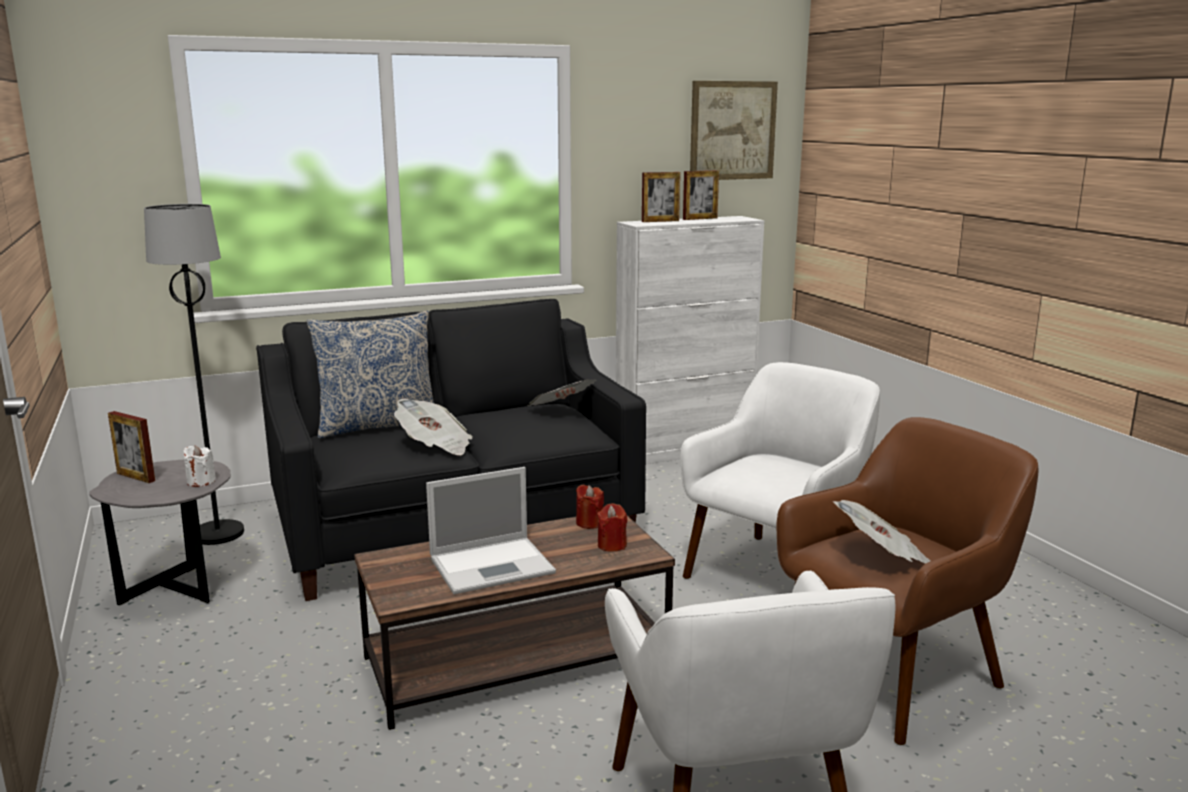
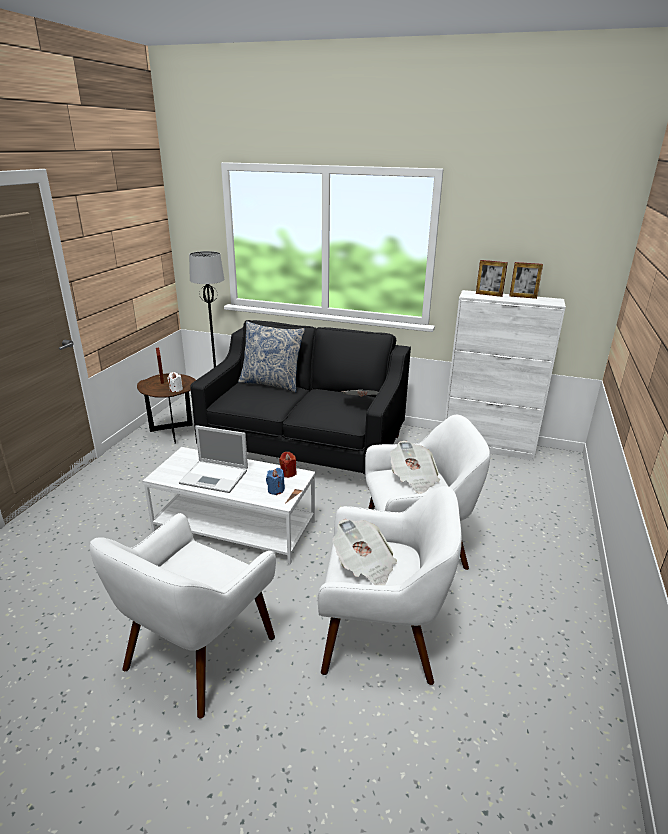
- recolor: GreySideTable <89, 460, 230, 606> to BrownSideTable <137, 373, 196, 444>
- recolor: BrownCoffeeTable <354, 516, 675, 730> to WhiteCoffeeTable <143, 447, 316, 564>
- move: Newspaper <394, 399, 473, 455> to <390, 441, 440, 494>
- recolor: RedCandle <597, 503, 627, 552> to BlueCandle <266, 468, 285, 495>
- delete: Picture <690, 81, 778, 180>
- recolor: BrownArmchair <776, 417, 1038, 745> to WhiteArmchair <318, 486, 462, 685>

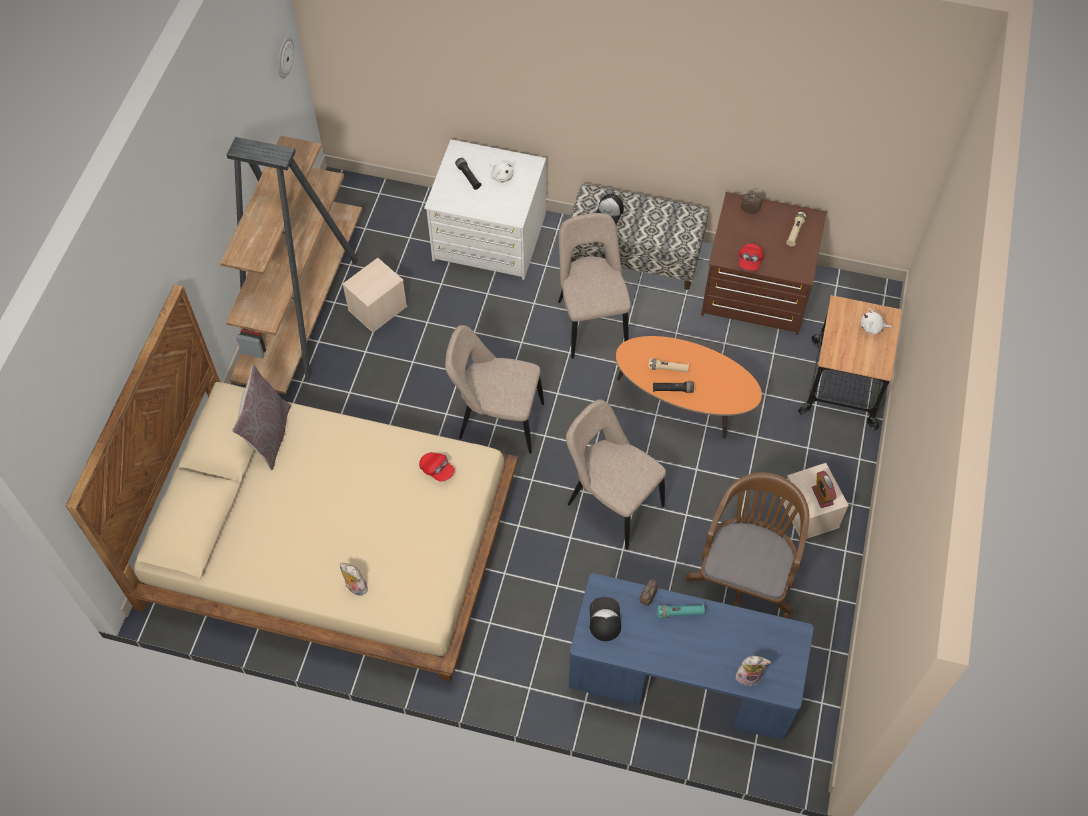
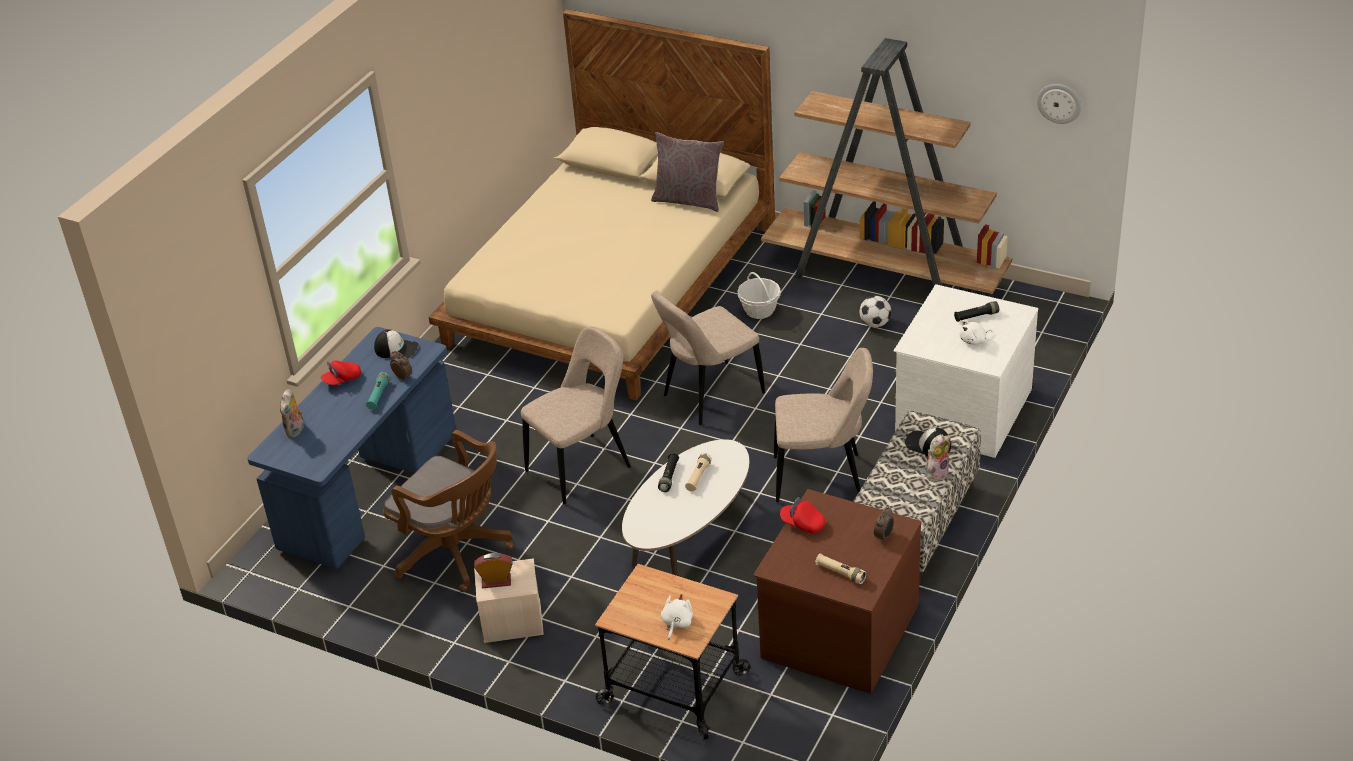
- move: PlushToy <340, 563, 368, 596> to <926, 434, 951, 482>
- replace: BeigeStorageBox <342, 258, 407, 333> to Football <859, 296, 891, 327>
- move: RedCap <419, 452, 455, 482> to <321, 360, 361, 385>
- rotate: BeigeChair <445, 325, 544, 454> = <651, 290, 765, 425> 150 degrees counterclockwise
- recolor: OrangeCoffeeTable <616, 336, 762, 439> to WhiteCoffeeTable <622, 439, 749, 576>
- insert: Basket <737, 272, 781, 319>

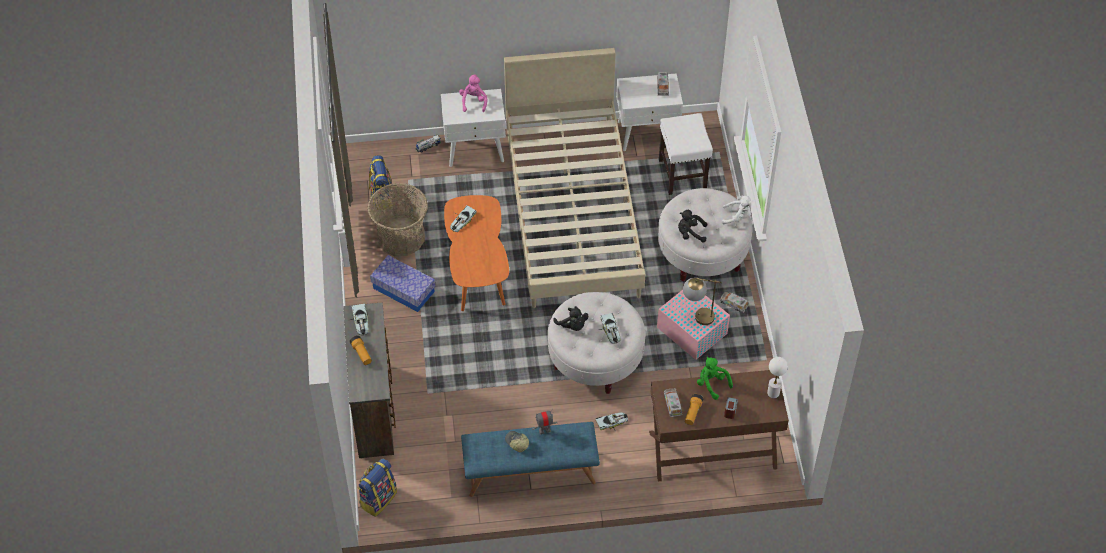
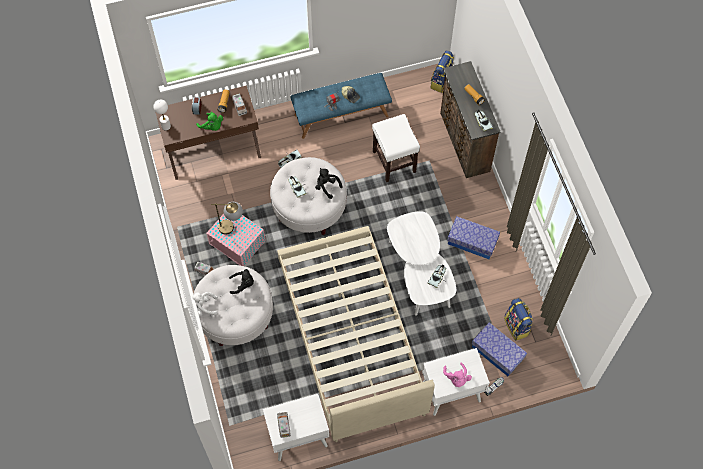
- delete: Basket <367, 183, 428, 257>
- recolor: OrangeCoffeeTable <444, 195, 509, 311> to WhiteCoffeeTable <387, 211, 456, 316>
- move: WhiteStool <659, 113, 713, 195> to <372, 114, 420, 182>
- insert: StorageBox <472, 323, 527, 376>

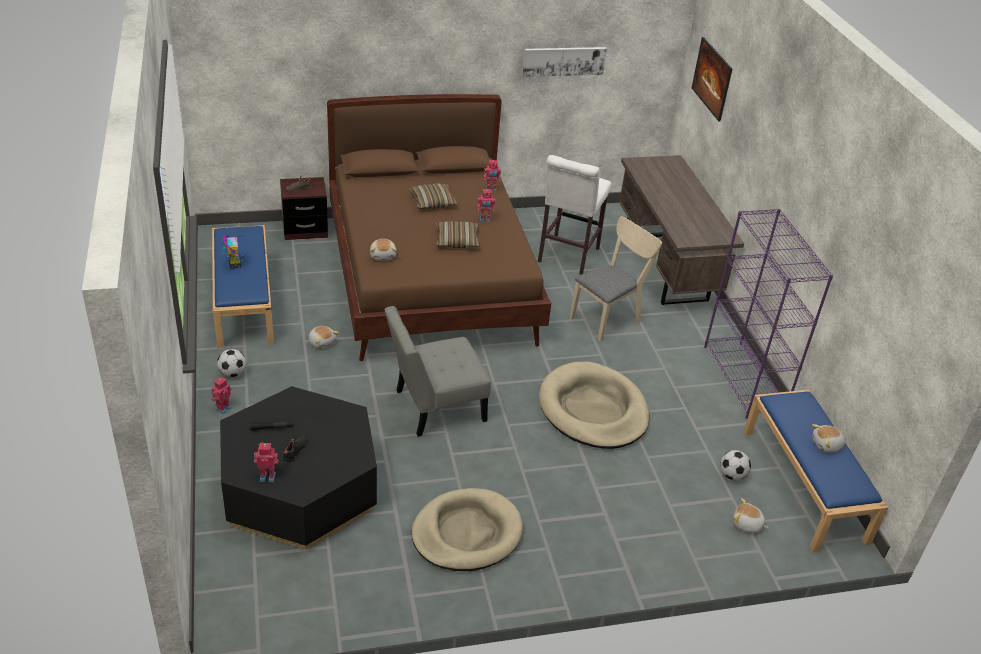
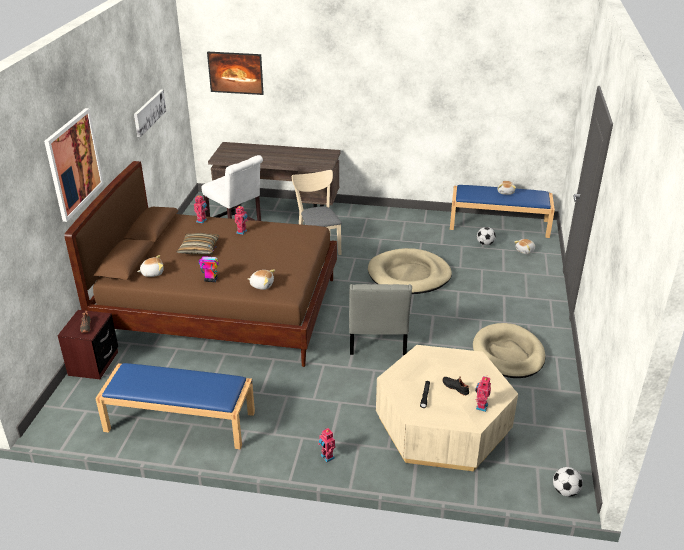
- move: Football <217, 349, 246, 377> to <553, 467, 583, 497>
- recolor: BlackCoffeeTable <220, 386, 377, 549> to BeigeCoffeeTable <376, 345, 518, 471>
- move: ToyRobot <221, 231, 245, 269> to <199, 245, 219, 282>
- move: PlushToy <309, 326, 339, 349> to <137, 255, 164, 277>
- delete: Pillow <436, 221, 480, 248>
- delete: PurpleBookcase <704, 209, 833, 419>
- insert: Picture <44, 108, 104, 222>

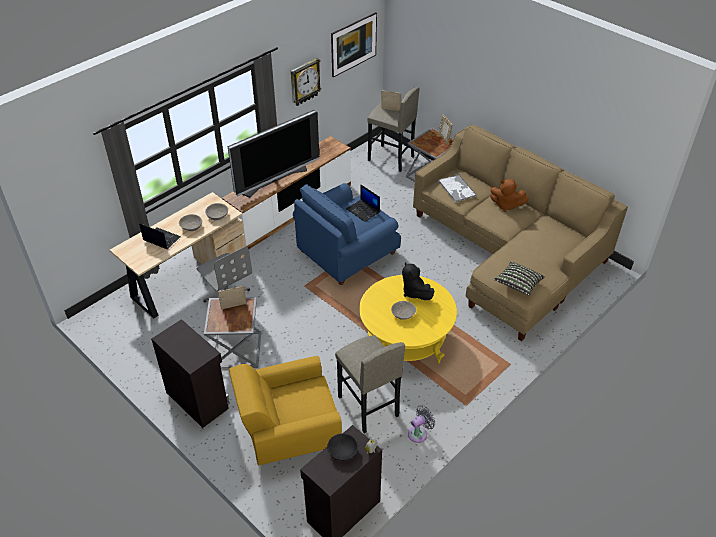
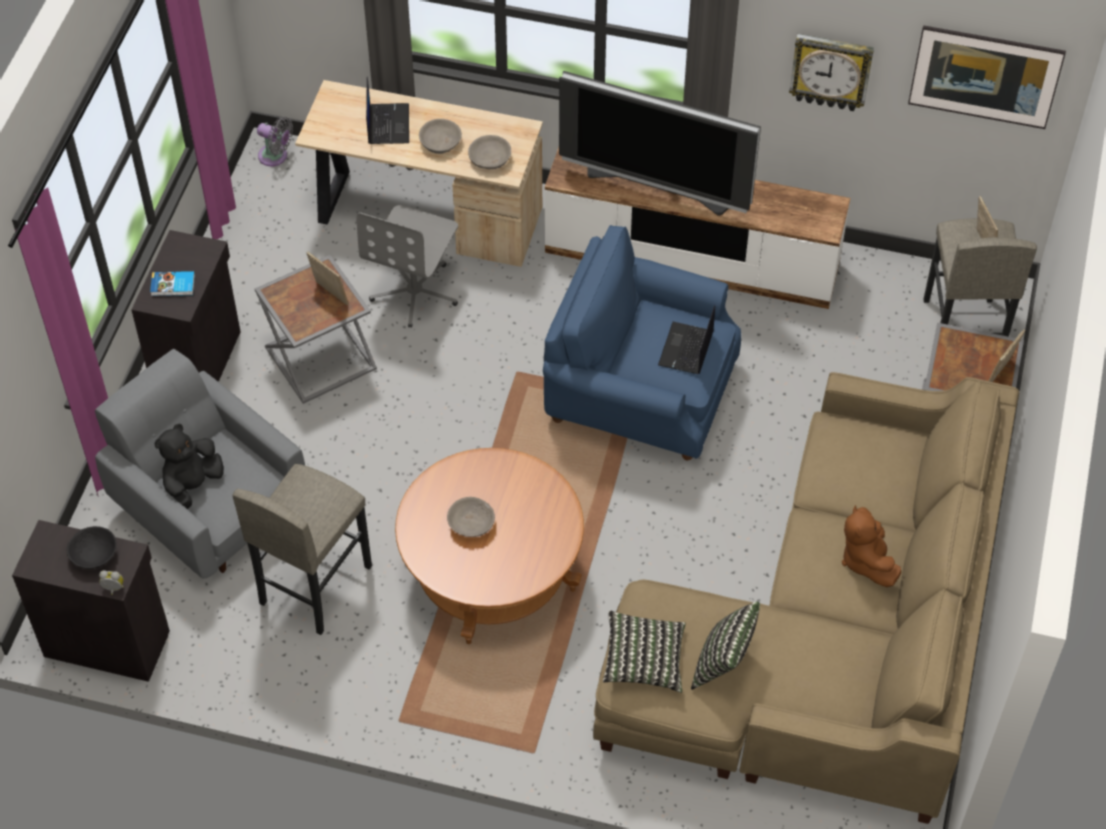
- recolor: YellowArmchair <229, 356, 342, 465> to GreyArmchair <95, 349, 305, 579>
- recolor: YellowCoffeeTable <359, 275, 457, 363> to BrownCoffeeTable <395, 448, 584, 644>
- move: BlackPlushToy <402, 262, 434, 300> to <154, 424, 224, 509>
- move: GreyFan <408, 405, 435, 443> to <257, 117, 293, 166>
- delete: Tray <438, 174, 477, 202>
- insert: Book <150, 271, 195, 296>
- insert: Pillow <691, 602, 760, 690>

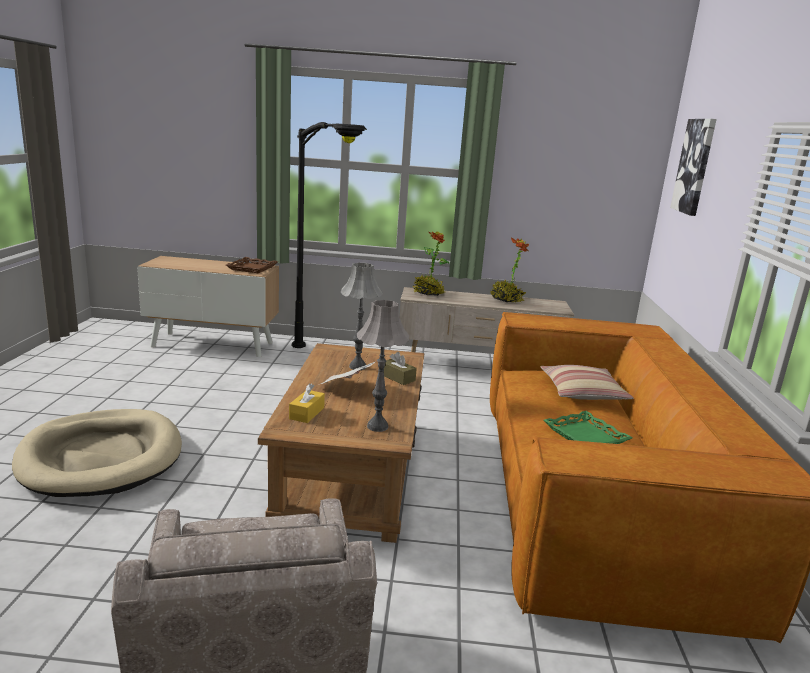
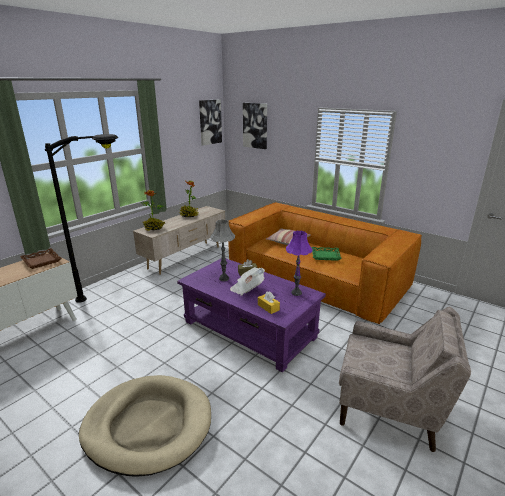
- recolor: BrownCoffeeTable <258, 343, 424, 543> to PurpleCoffeeTable <177, 259, 326, 372>
- recolor: GreyTableLamp <357, 300, 409, 432> to PurpleTableLamp <286, 231, 313, 296>
- insert: Picture <199, 99, 222, 146>

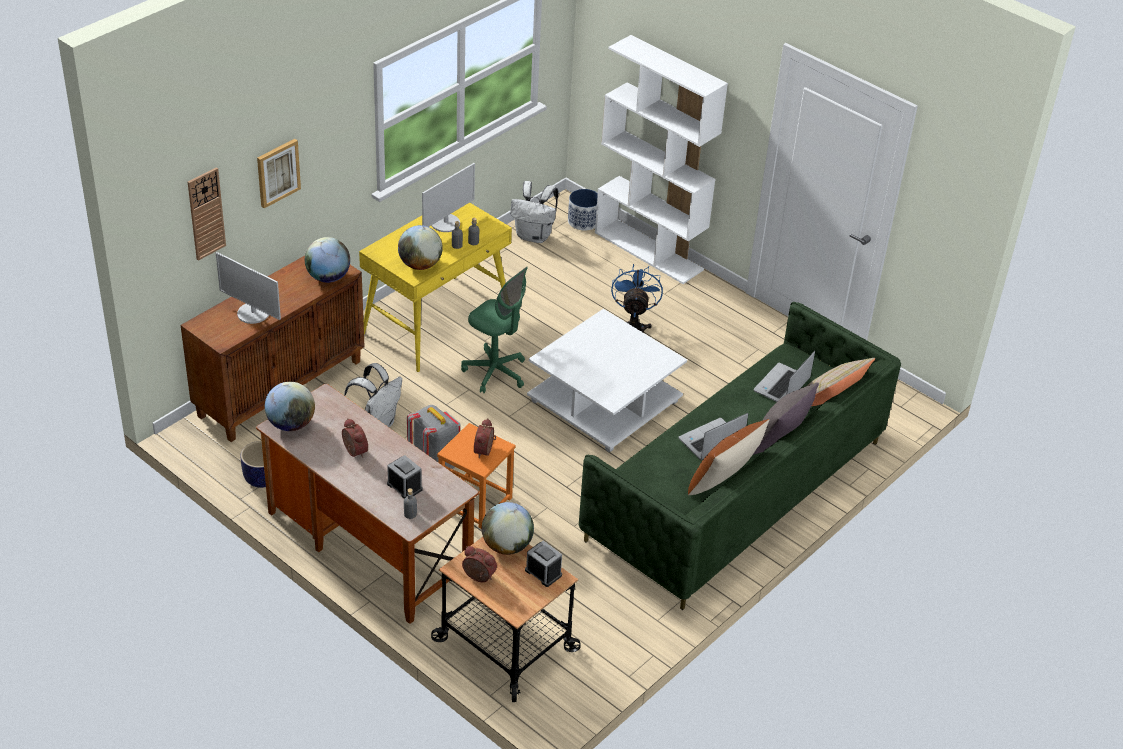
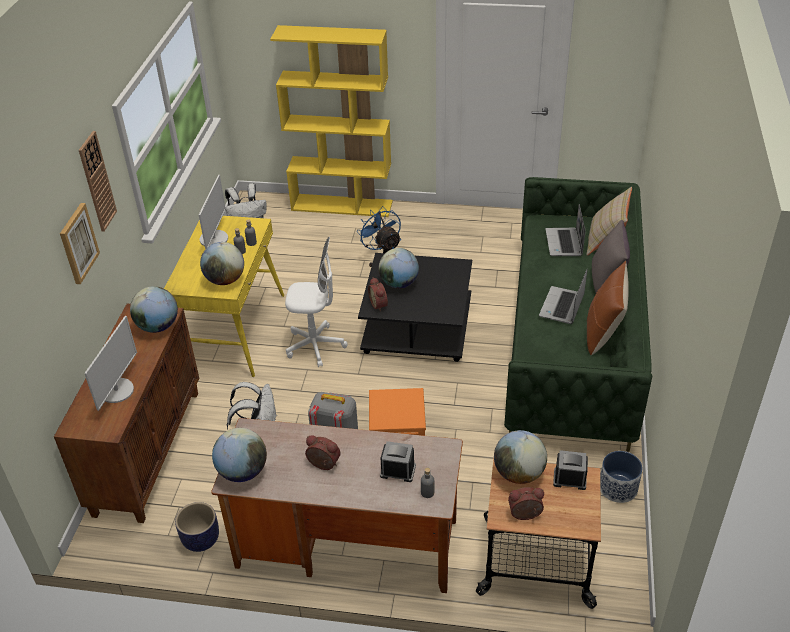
- move: WallClock <188, 167, 226, 261> to <79, 131, 117, 232>
- rotate: Monitor <216, 252, 281, 324> = <84, 316, 137, 411> 75 degrees counterclockwise
- recolor: GreenOfficeChair <461, 267, 528, 393> to WhiteOfficeChair <285, 237, 348, 367>
- move: AlarmClock <474, 418, 496, 458> to <368, 277, 388, 312>
- recolor: WhiteCoffeeTable <527, 309, 687, 452> to BlackCoffeeTable <358, 253, 472, 362>
- move: Planter <568, 189, 598, 231> to <600, 451, 643, 503>
- recolor: WhiteBookcase <595, 35, 728, 284> to YellowBookcase <270, 25, 393, 217>
- insert: Globe <379, 248, 419, 288>

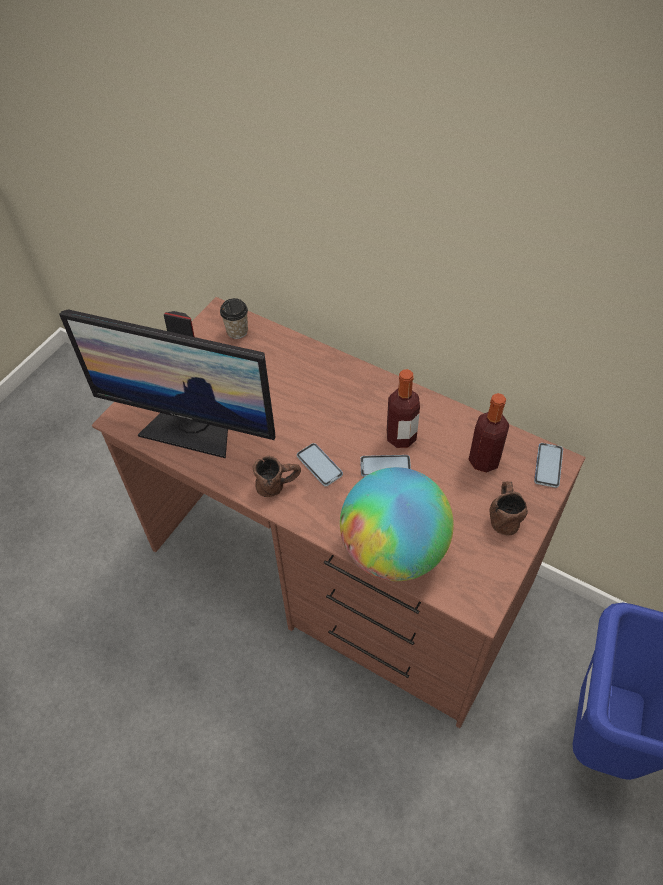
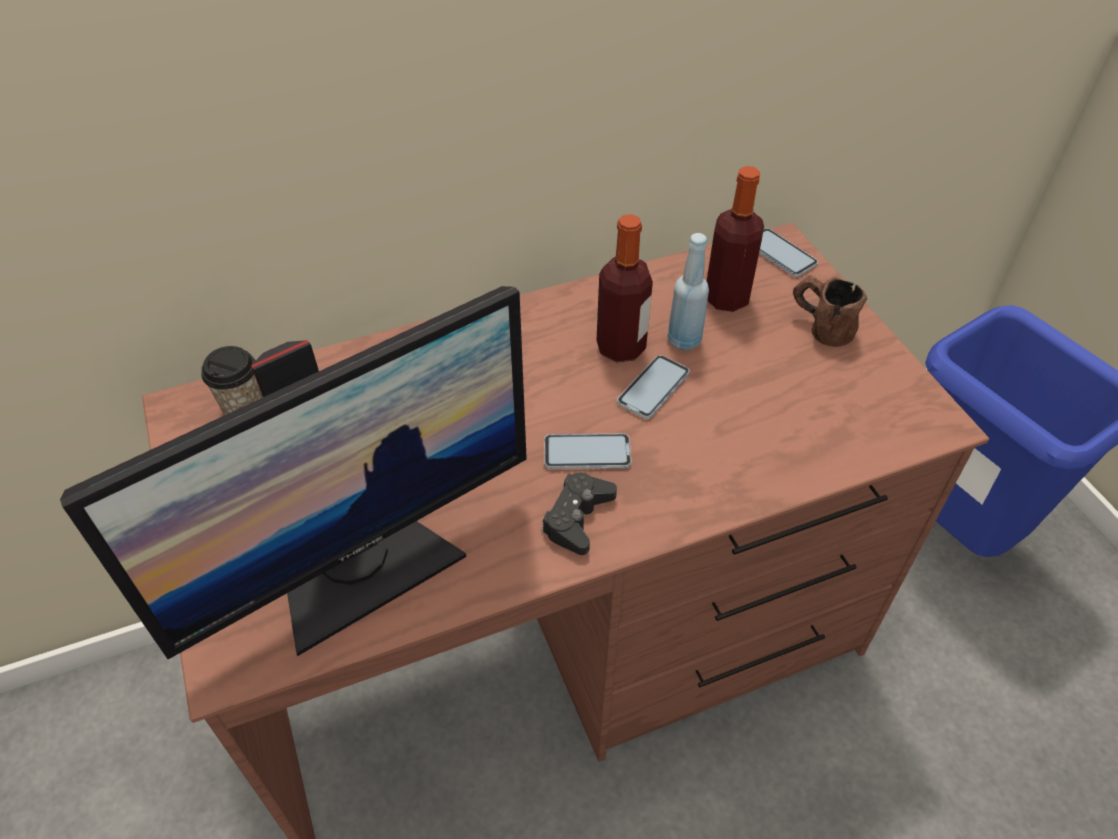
- replace: BrownMug <253, 456, 301, 497> to BlackGameController <542, 473, 617, 555>
- delete: Globe <340, 467, 454, 581>
- insert: BlueBottle <668, 233, 709, 350>

